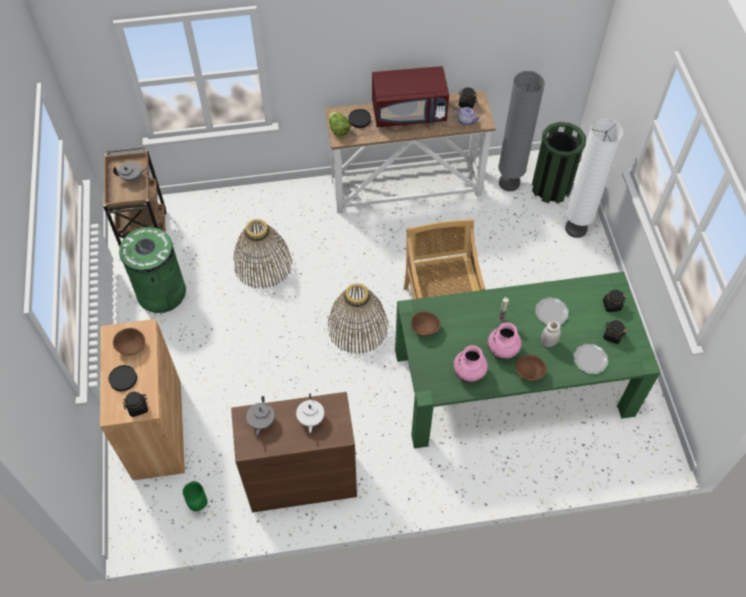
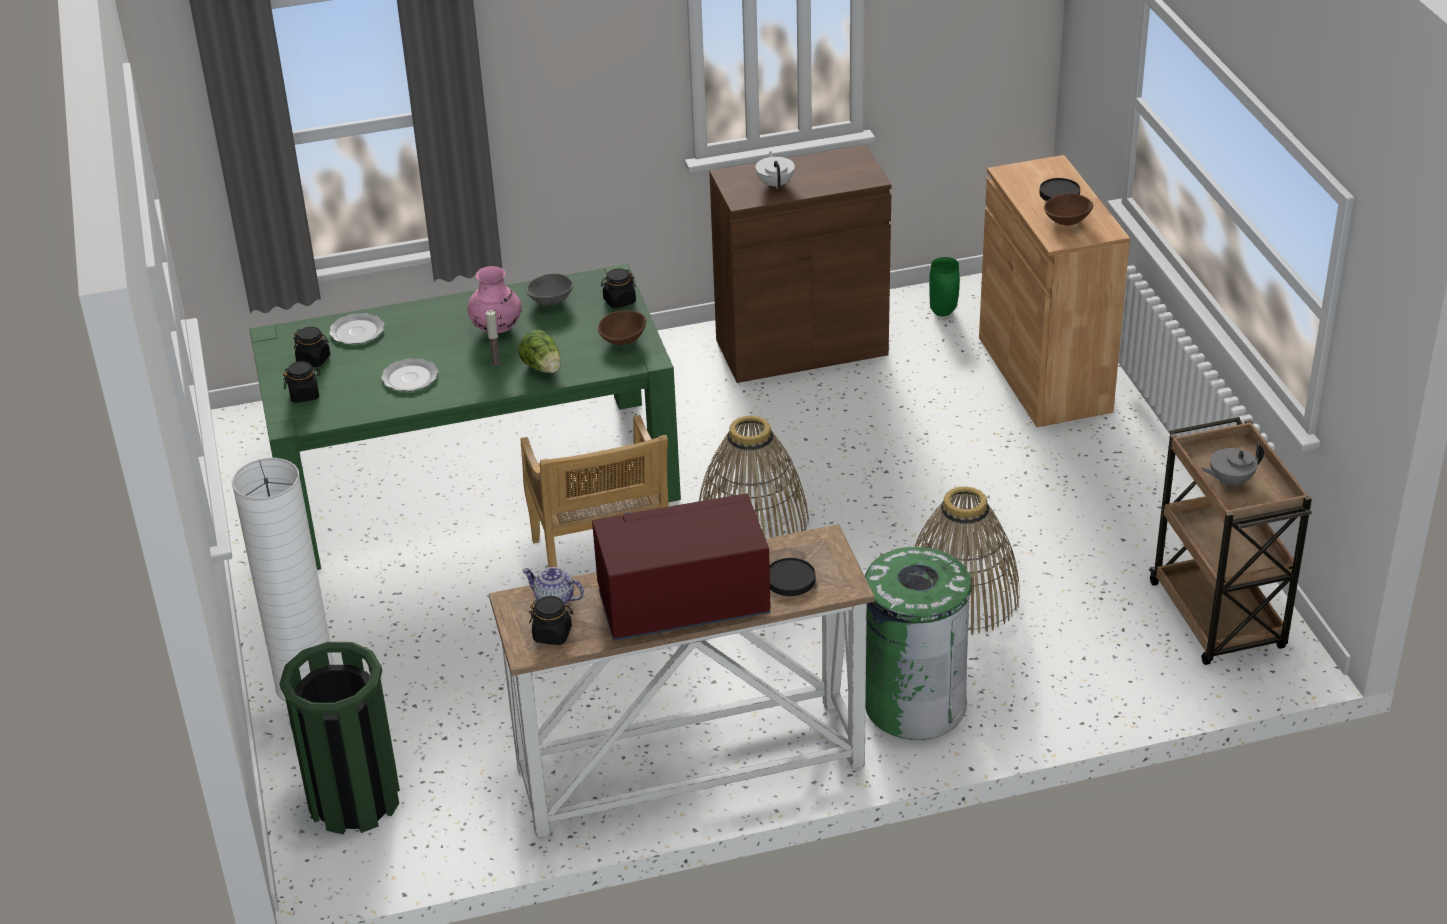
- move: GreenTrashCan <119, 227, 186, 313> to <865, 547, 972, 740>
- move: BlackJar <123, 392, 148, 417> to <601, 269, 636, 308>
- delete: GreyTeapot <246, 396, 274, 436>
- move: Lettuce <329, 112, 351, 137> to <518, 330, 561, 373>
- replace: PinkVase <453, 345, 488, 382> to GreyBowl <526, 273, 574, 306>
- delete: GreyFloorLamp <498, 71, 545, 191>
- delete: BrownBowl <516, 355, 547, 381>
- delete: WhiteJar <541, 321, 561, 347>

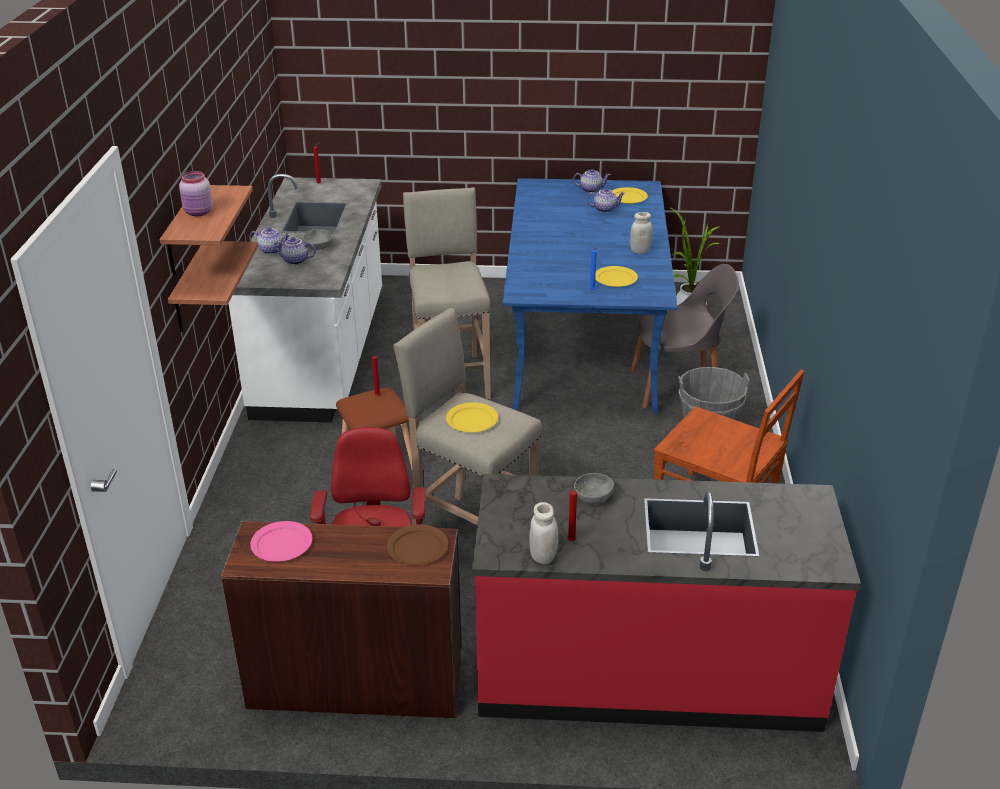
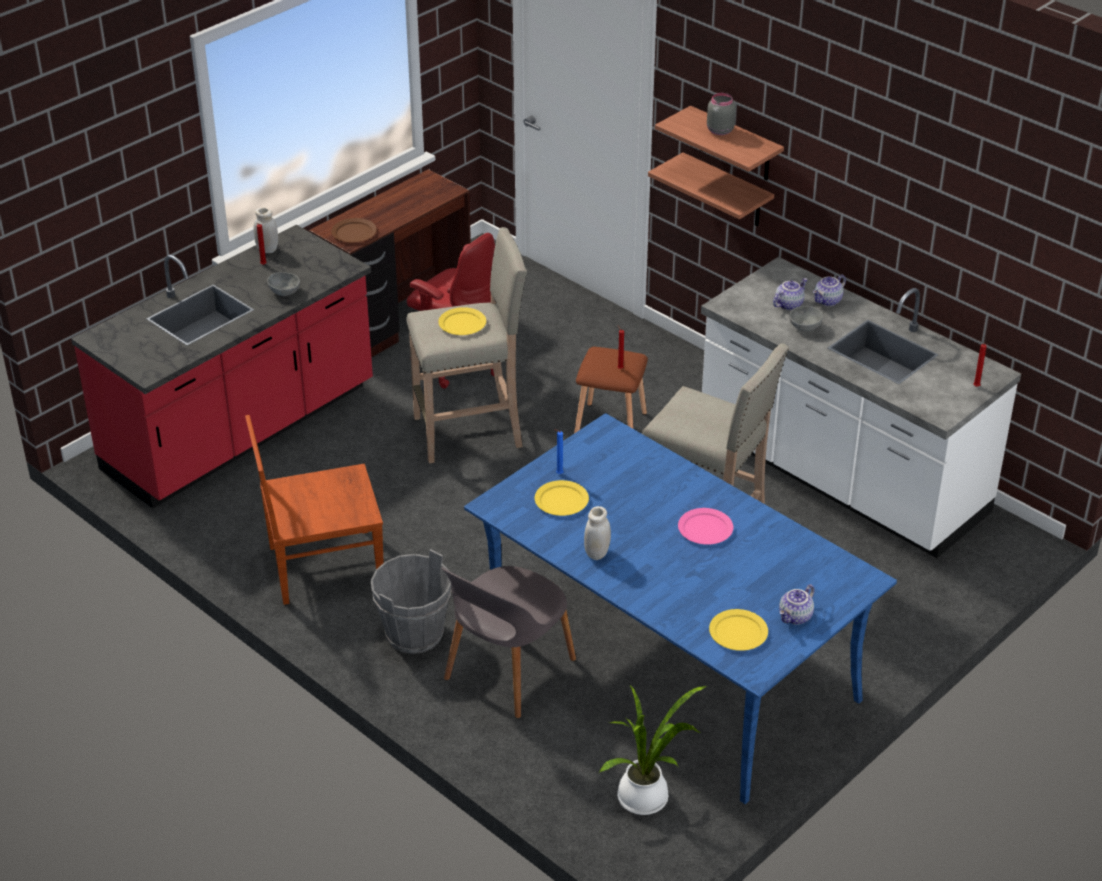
- recolor: PinkJar <179, 171, 213, 216> to GreyJar <707, 93, 736, 135>
- move: PinkPlate <250, 521, 312, 562> to <678, 508, 733, 545>
- delete: Teapot <586, 188, 625, 213>

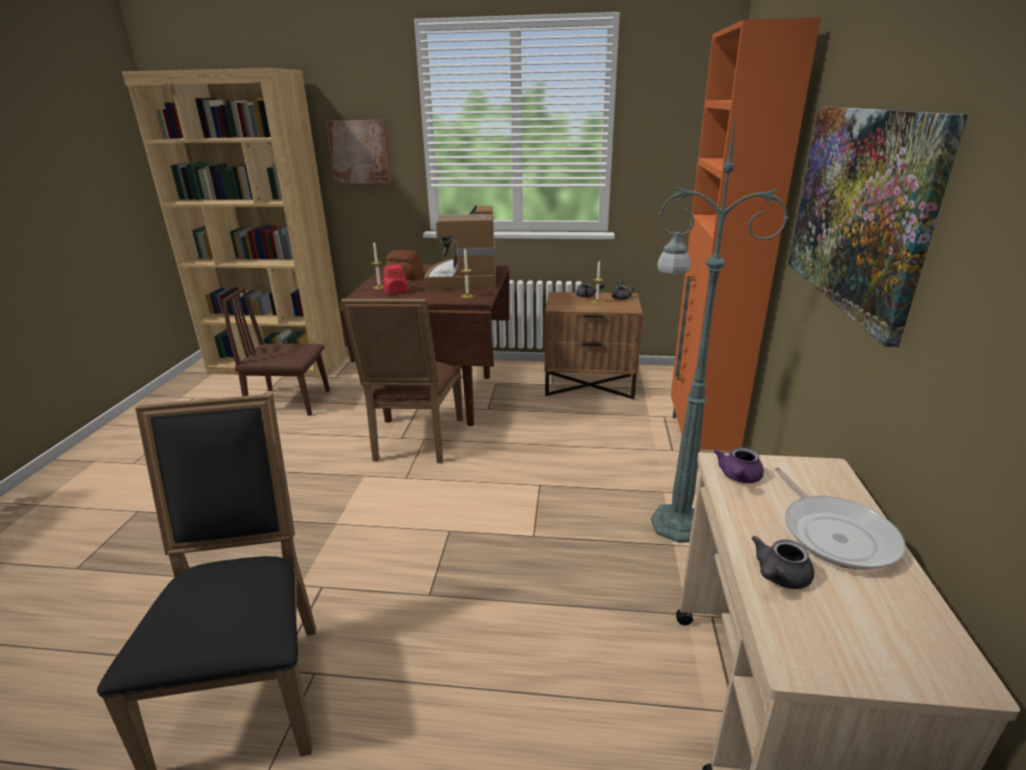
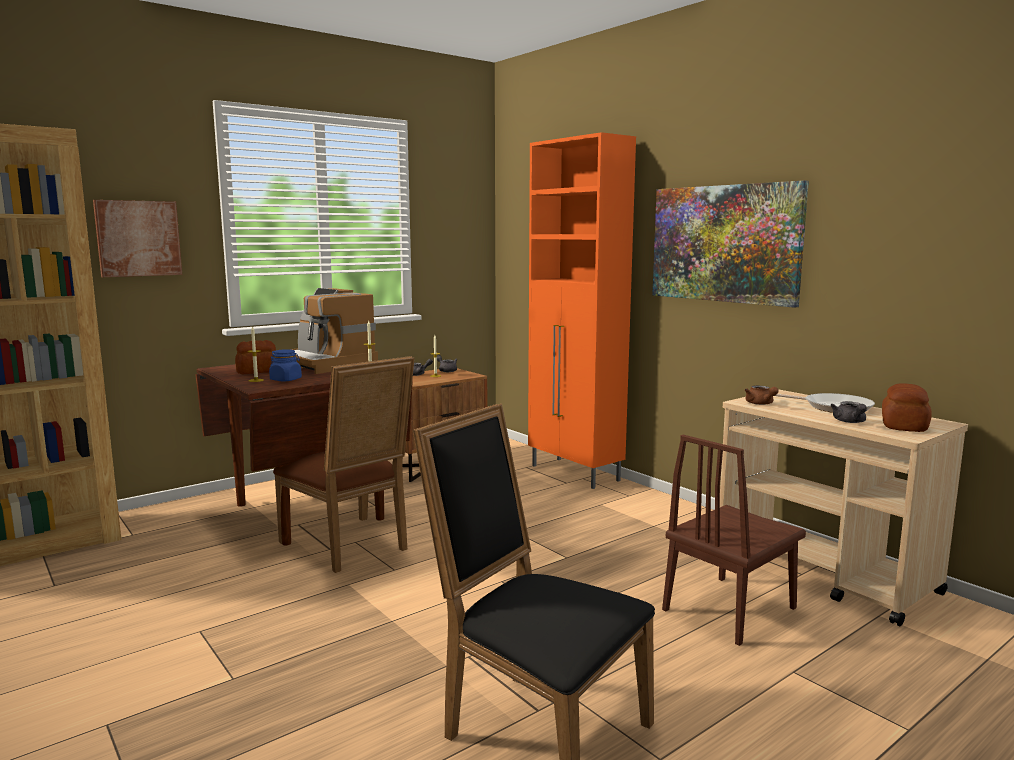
- move: BrownChair <222, 287, 330, 416> to <662, 435, 806, 646>
- recolor: RedJar <383, 265, 408, 294> to BlueJar <269, 349, 302, 381>
- delete: GreenFloorLamp <651, 110, 789, 543>
- recolor: PurpleTeapot <714, 447, 764, 483> to BrownTeapot <745, 385, 779, 405>
- insert: Bread <882, 383, 932, 432>

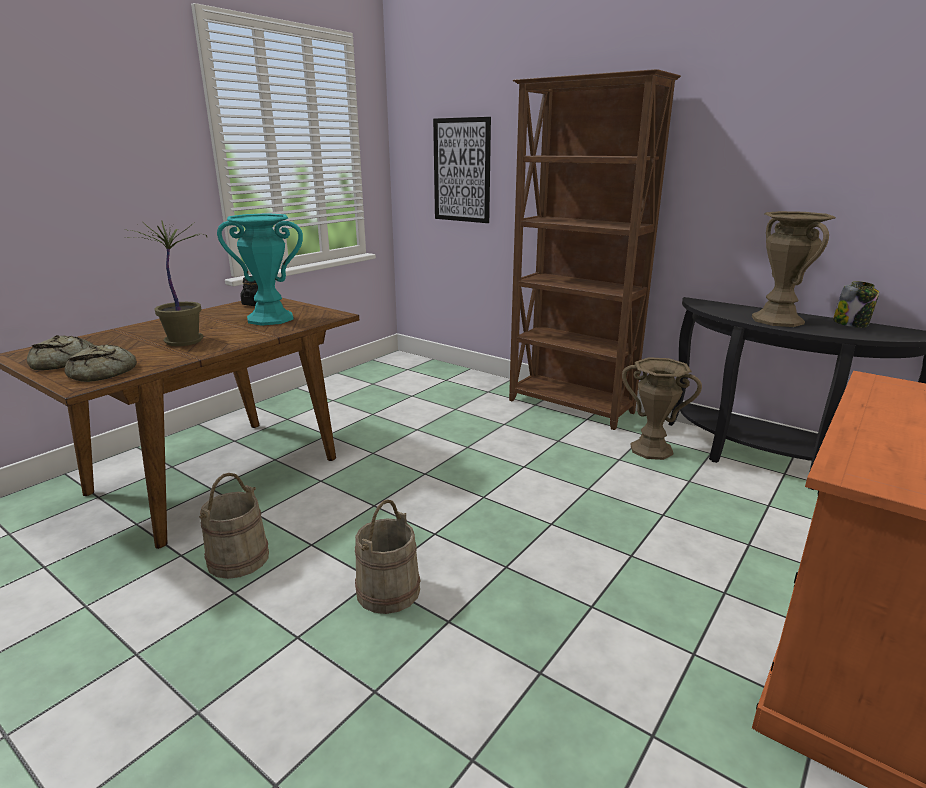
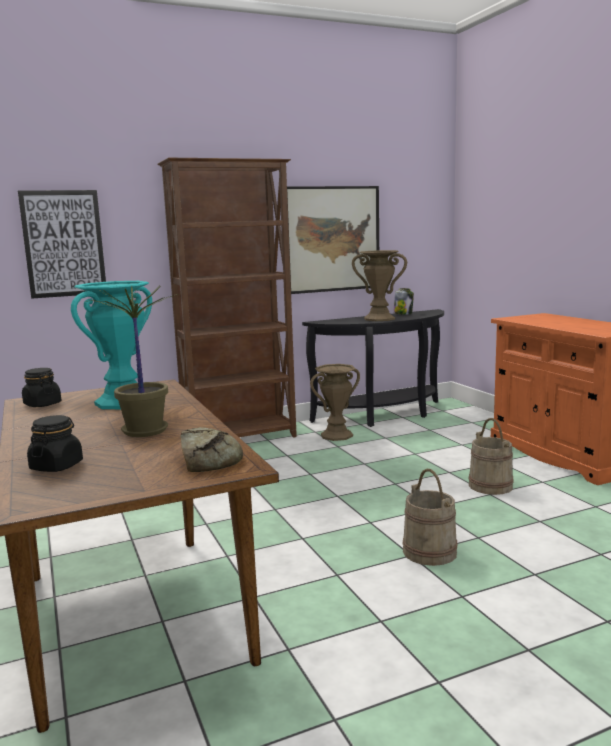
- delete: Bread <27, 335, 94, 370>
- move: BeigeBucket <199, 473, 269, 579> to <468, 418, 513, 495>
- insert: BlackJar <27, 415, 83, 472>
- insert: Picture <287, 186, 379, 294>

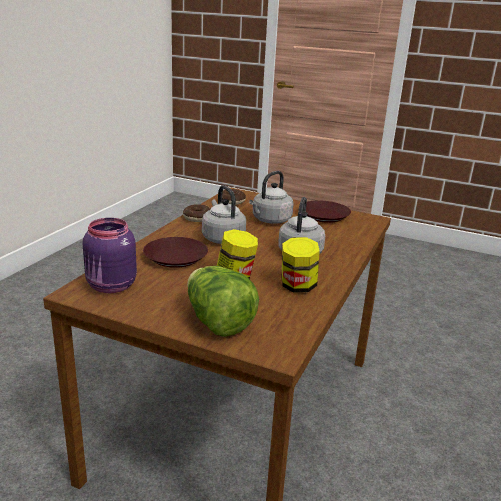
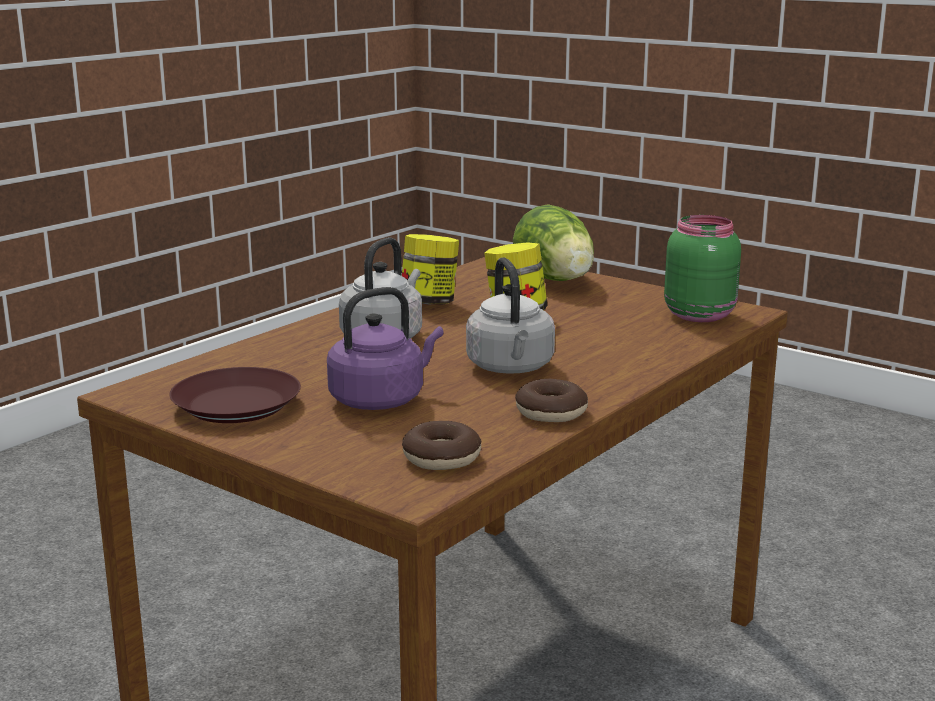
- recolor: PurpleJar <83, 218, 137, 293> to GreenJar <664, 215, 741, 322>
- delete: BrownPlate <143, 237, 208, 268>
- recolor: GreyKettle <249, 171, 294, 224> to PurpleKettle <327, 287, 444, 410>

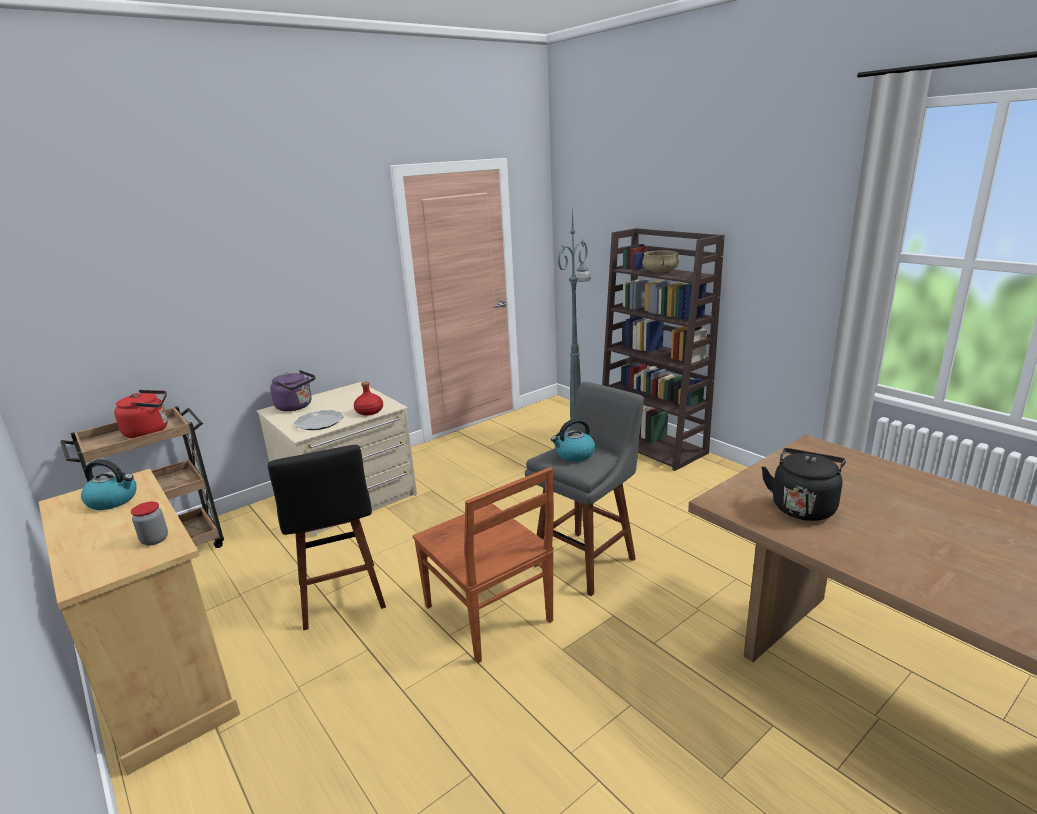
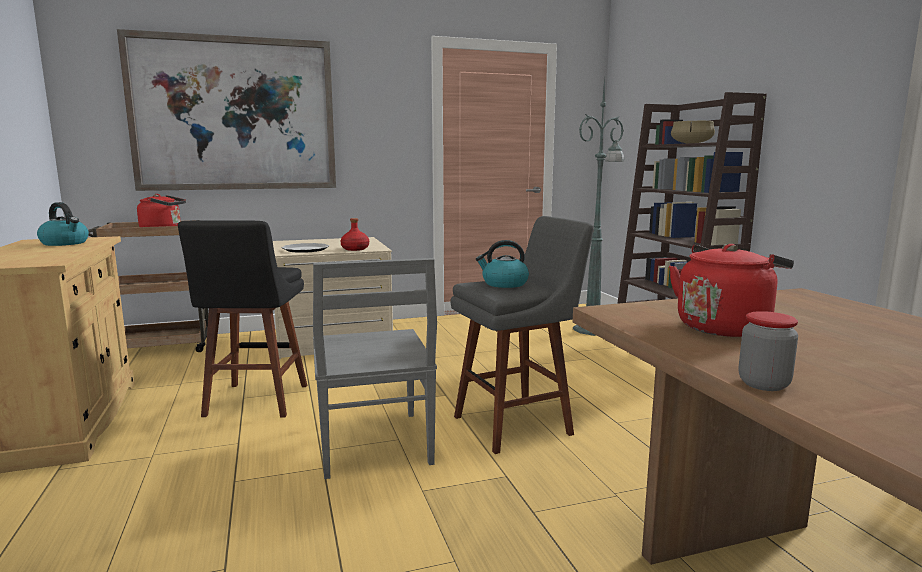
- move: Jar <131, 502, 168, 546> to <739, 311, 798, 391>
- delete: PurpleKettle <270, 370, 316, 411>
- recolor: BrownChair <412, 467, 554, 663> to GreyChair <313, 258, 437, 479>
- recolor: BlackKettle <761, 448, 846, 521> to RedKettle <669, 244, 794, 337>
- insert: Picture <117, 29, 336, 191>

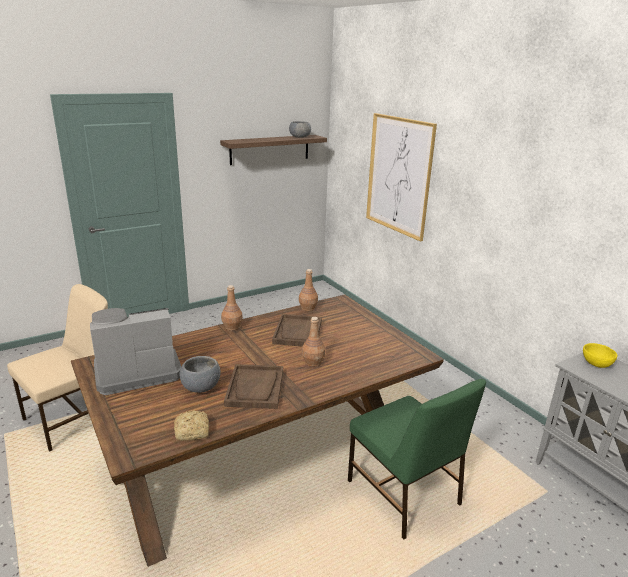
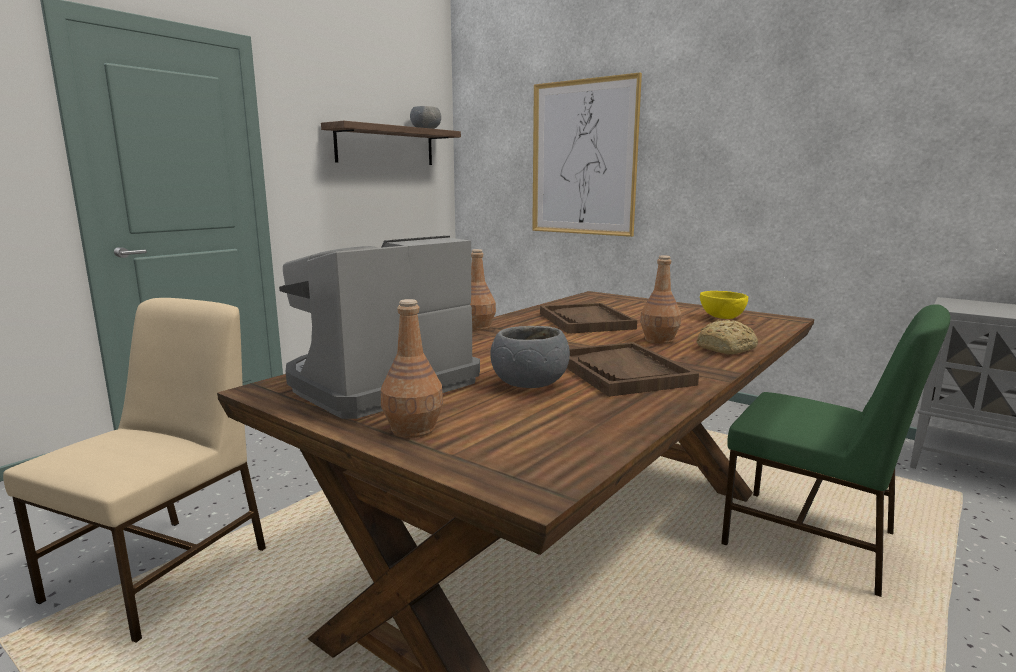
- move: Bread <174, 410, 209, 441> to <696, 320, 758, 355>
- move: BrownBottle <299, 269, 318, 311> to <381, 299, 443, 438>
- move: YellowBowl <583, 343, 617, 368> to <700, 291, 748, 319>

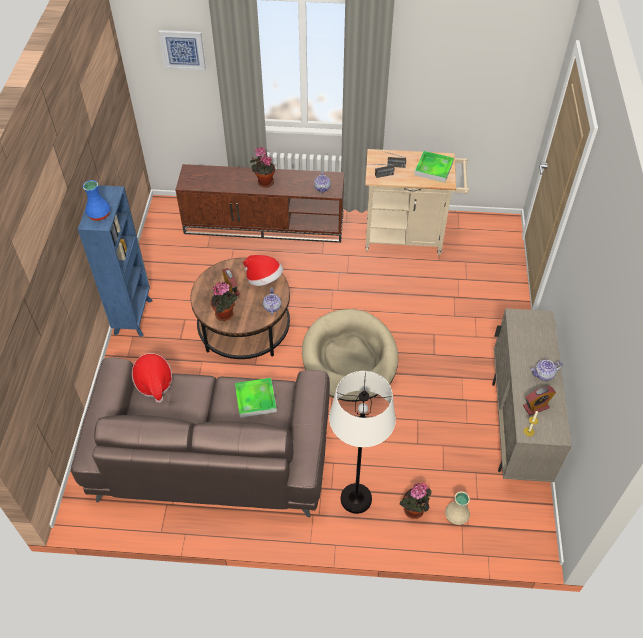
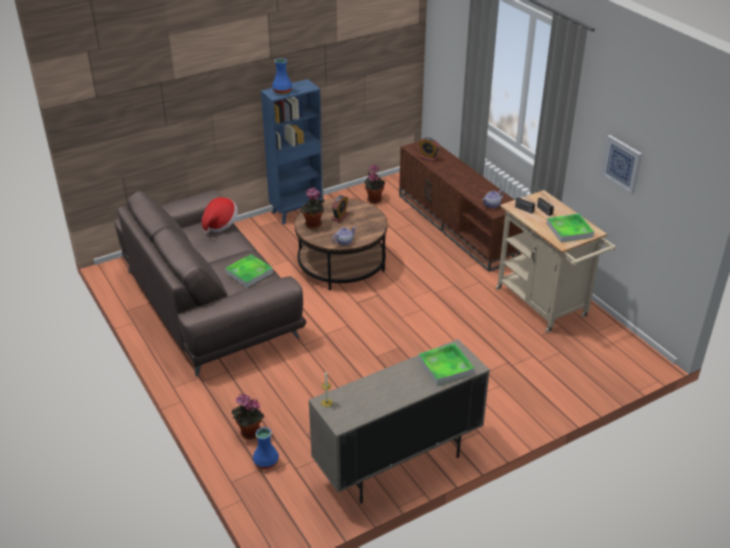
- move: Picture <158, 30, 206, 71> to <601, 135, 642, 194>
- delete: Hat <243, 255, 283, 286>
- move: PottedPlant <250, 147, 275, 188> to <364, 165, 385, 204>
- delete: BeigeDogBed <302, 309, 398, 402>
- delete: WhiteFloorLamp <329, 371, 396, 514>
- recolor: BeigeVase <445, 491, 470, 526> to BlueVase <253, 427, 279, 469>
- move: AlarmClock <523, 387, 556, 415> to <418, 137, 440, 162>
- delete: Teapot <531, 360, 563, 381>
- insert: Tray <418, 343, 474, 386>

